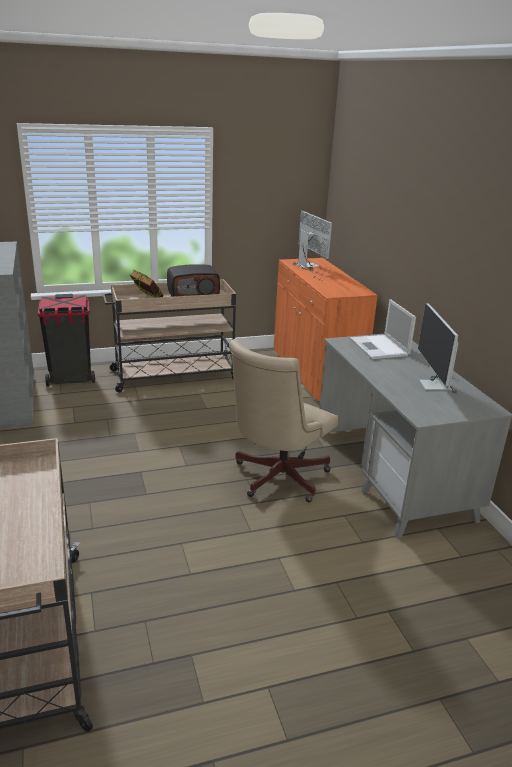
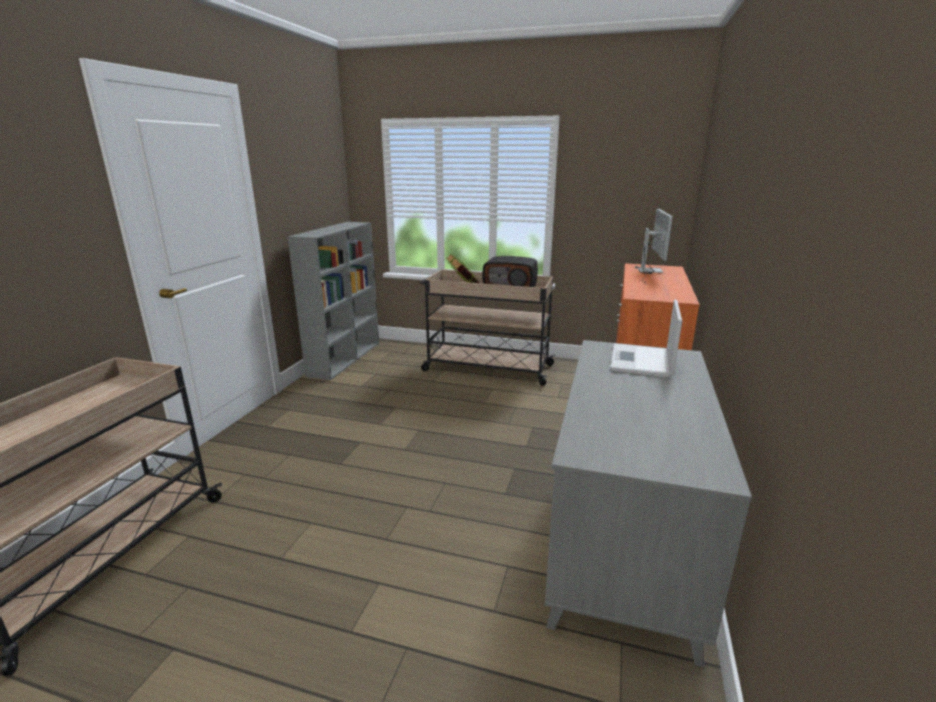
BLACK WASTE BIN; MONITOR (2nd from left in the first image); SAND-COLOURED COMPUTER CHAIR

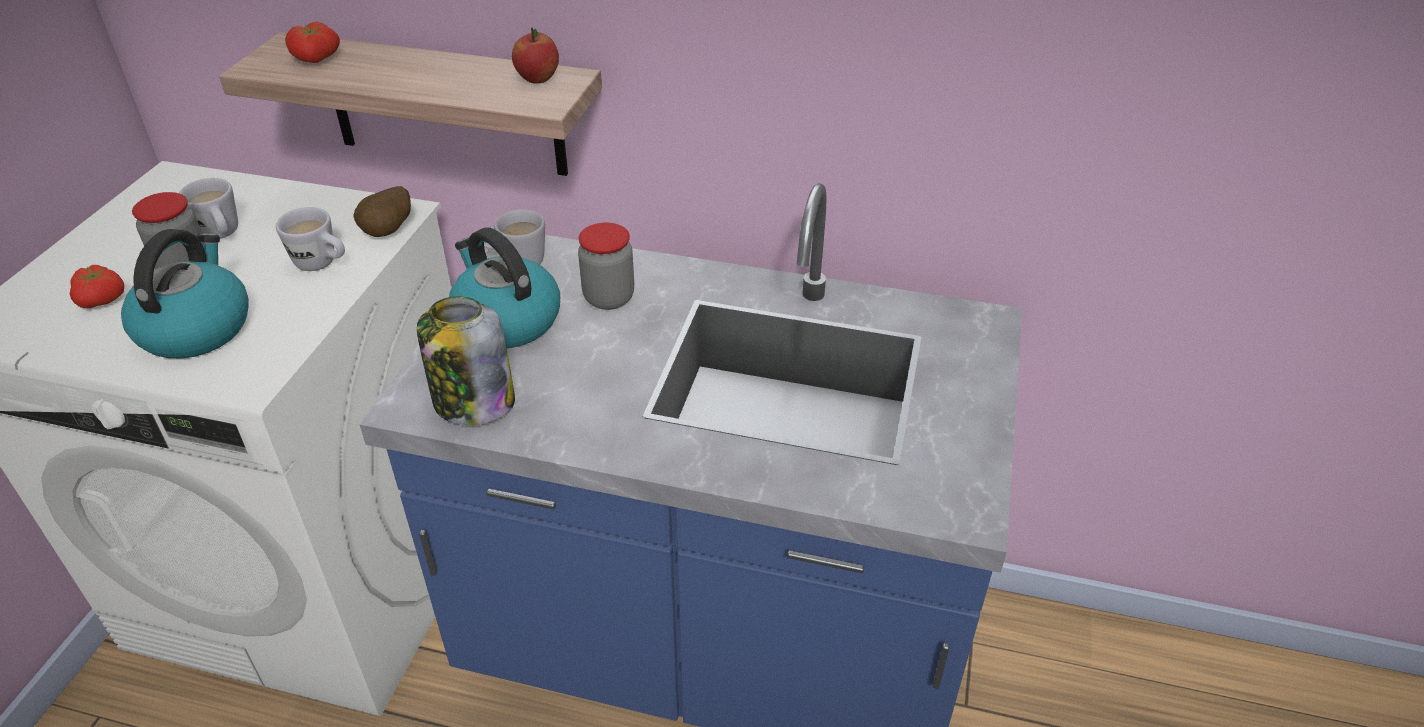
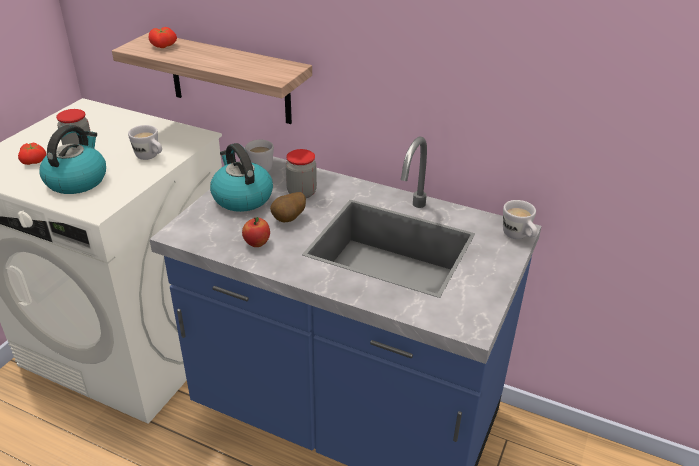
APPLE FRUIT; WHITE TEA MUG (3rd from left); SPUD; STORAGE JAR (2nd from left in the first image)

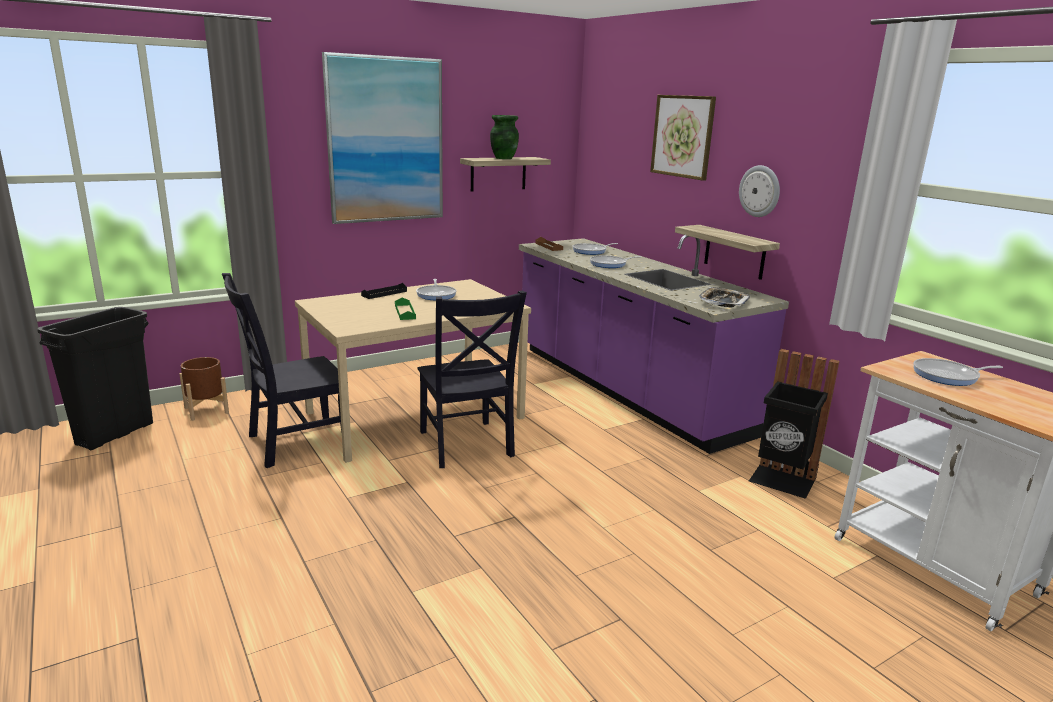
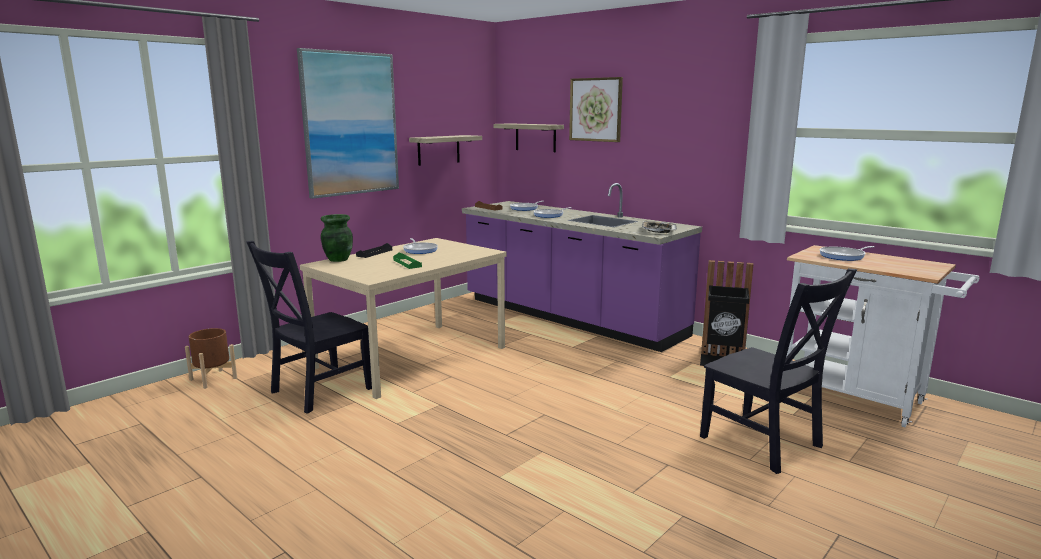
GREEN FLOWER VASE; HANGING CLOCK; SHELF (2nd from left); BLACK PLAIN CHAIR (2nd from left); BLACK WASTE BIN (1st from left in the first image)

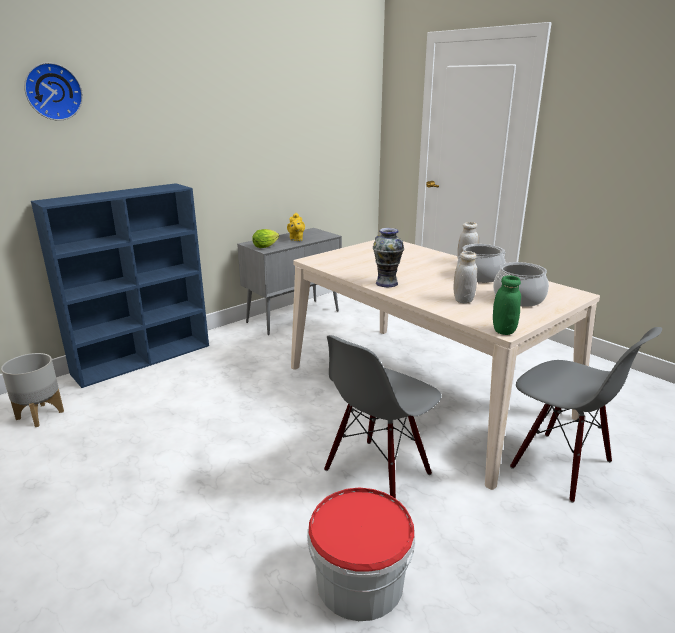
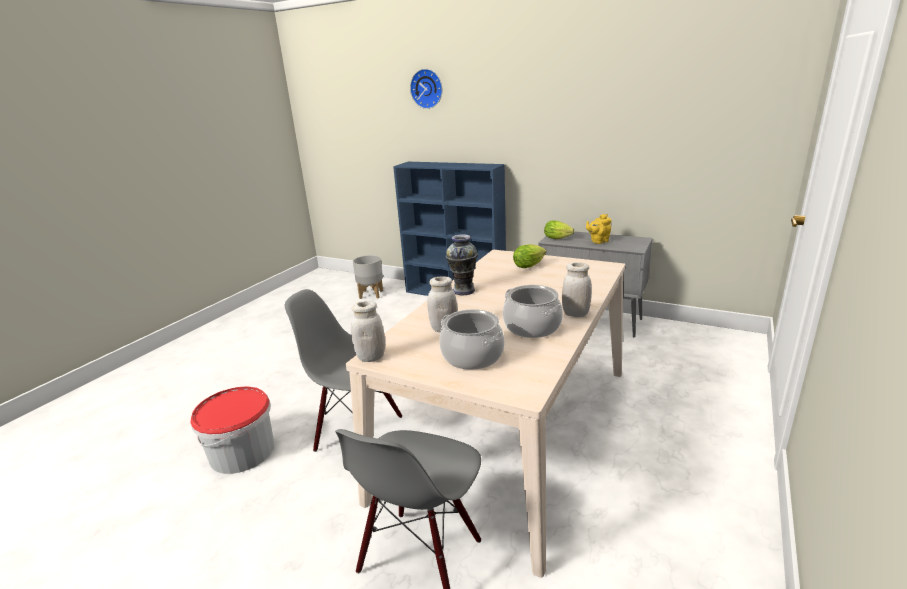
WHITE STORAGE JAR (1st from left); HEAD OF LETTUCE (1st from left)

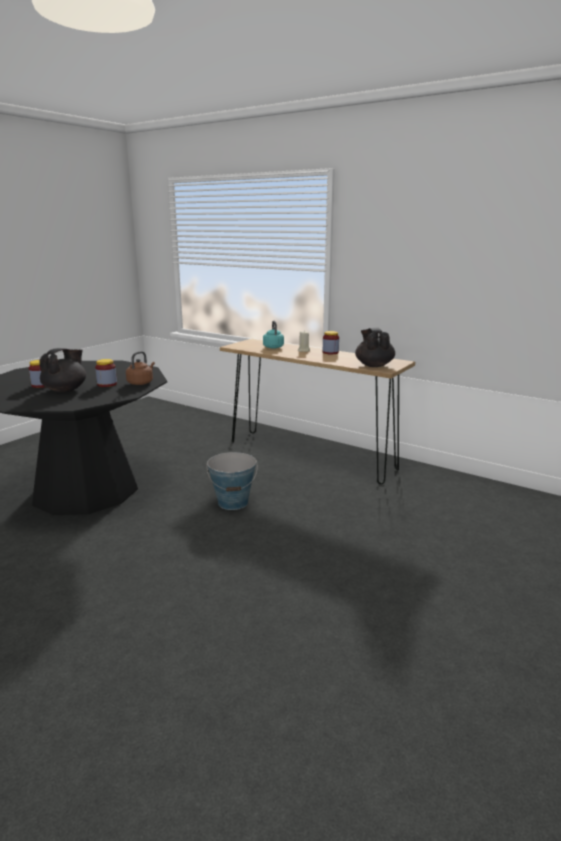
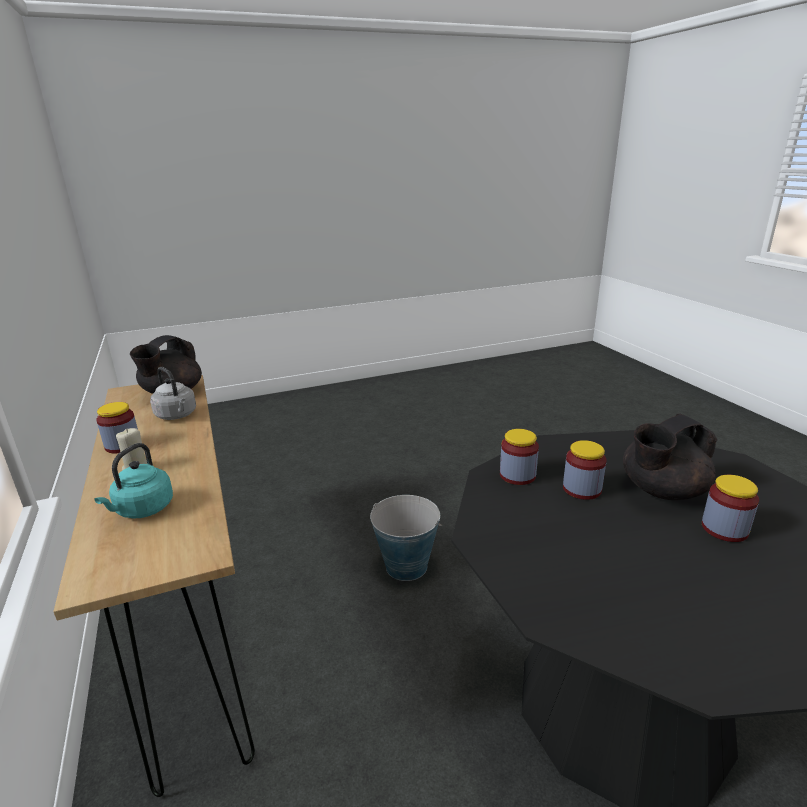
STORAGE JAR (2nd from left); GRAY TEA KETTLE

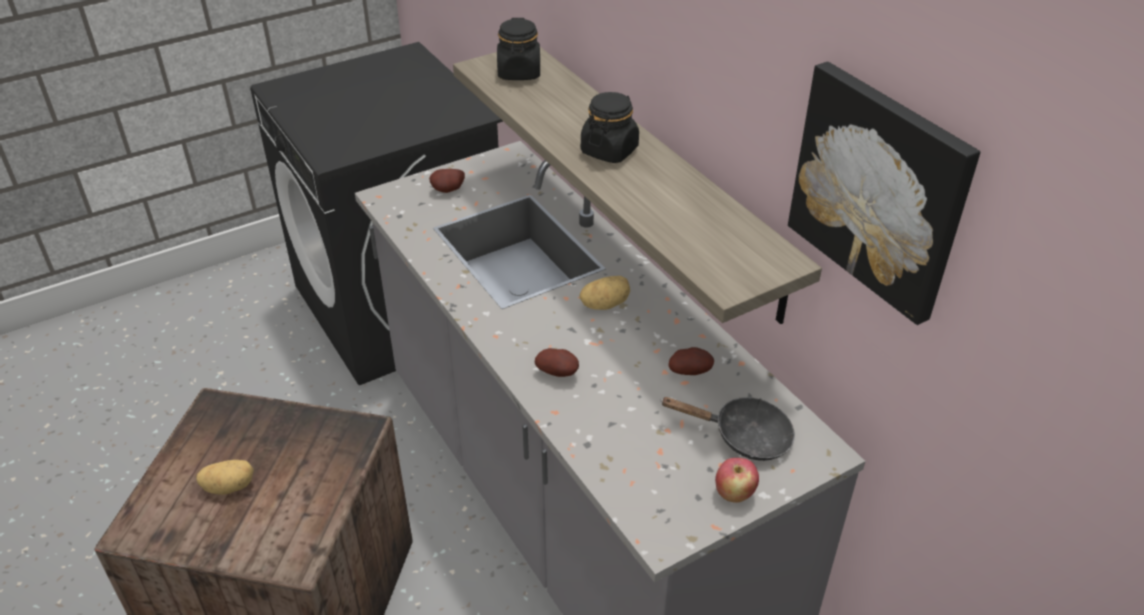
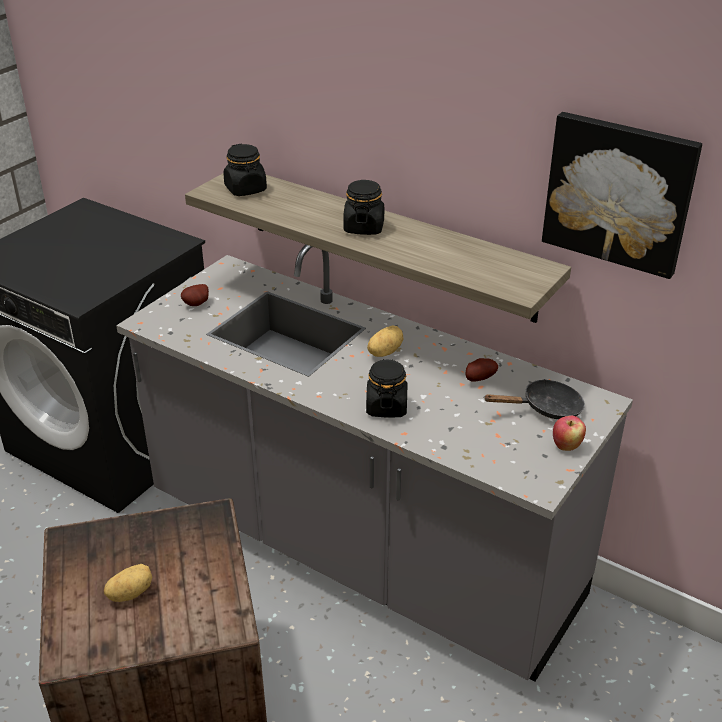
BLACK STORAGE JAR (3rd from left)

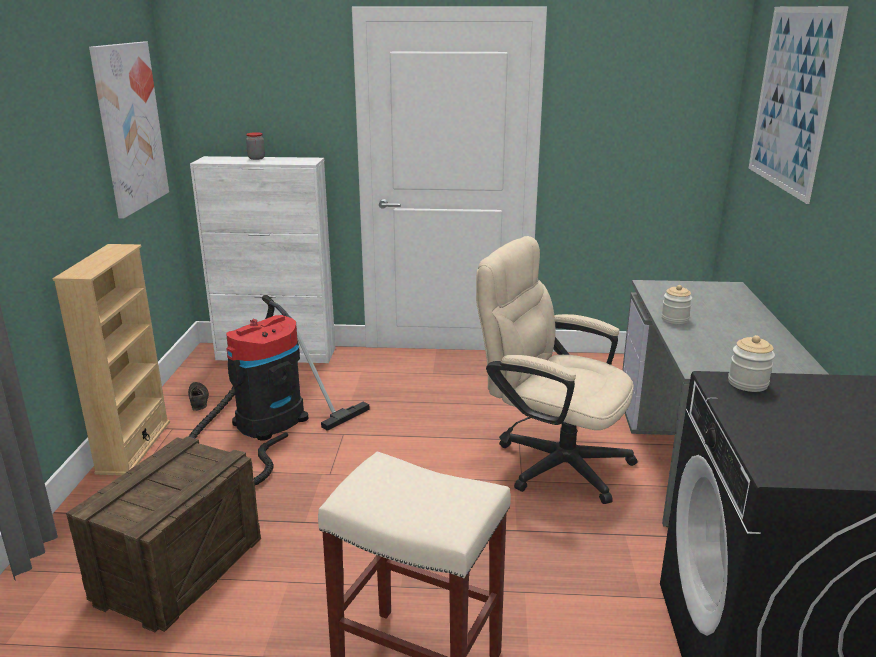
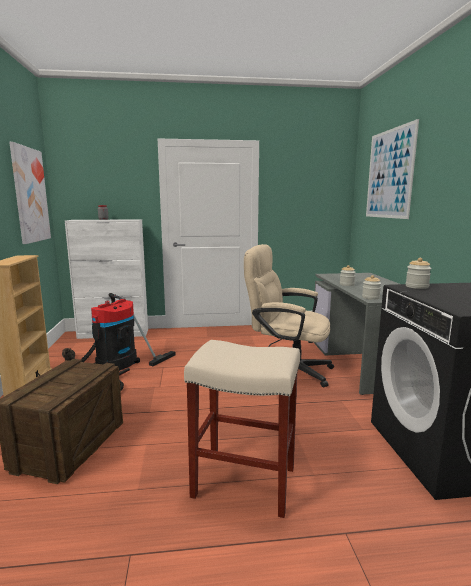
STORAGE JAR (3rd from left)

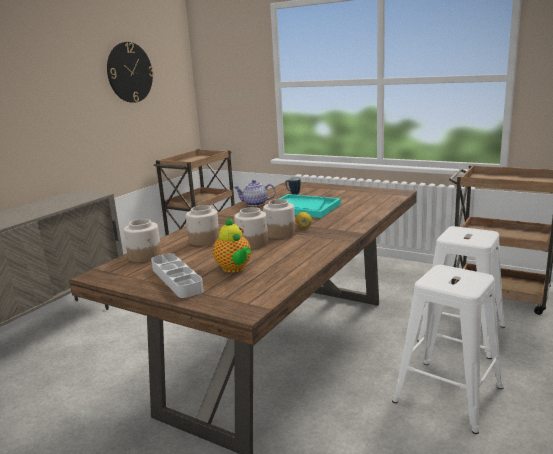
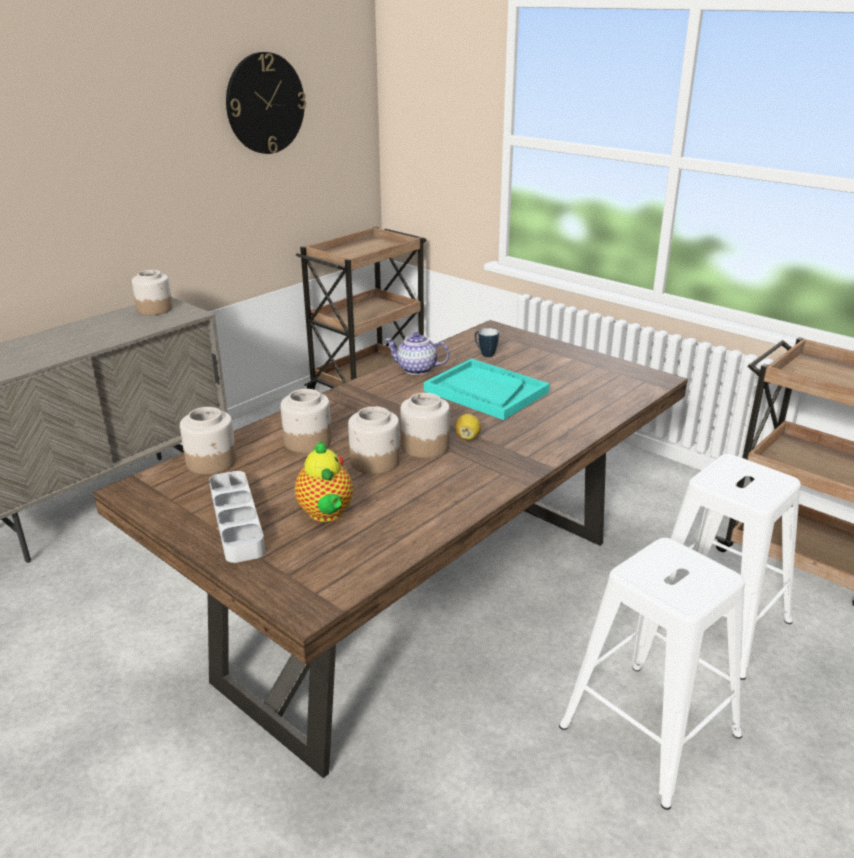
STORAGE JAR (1st from left)

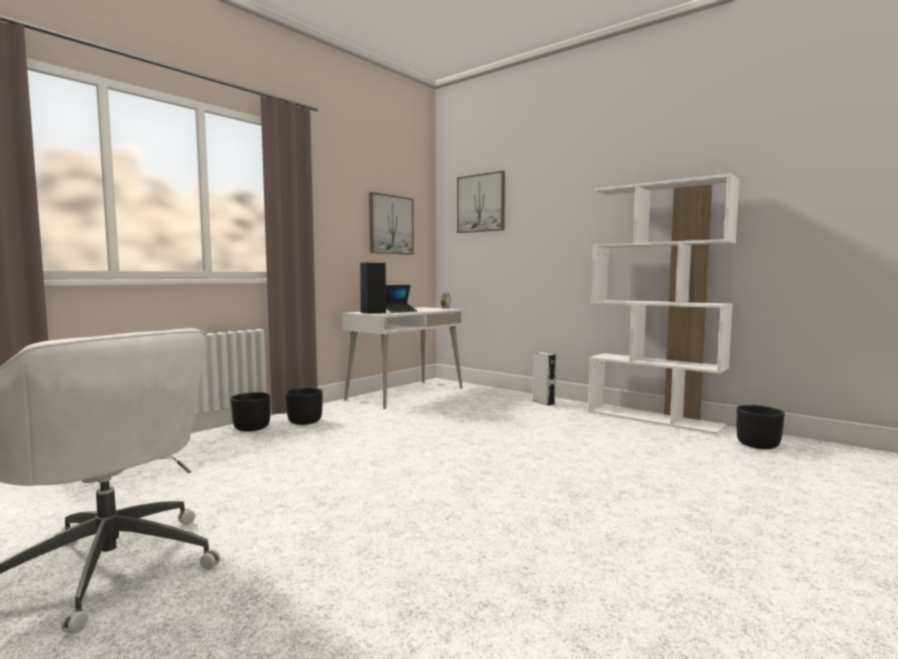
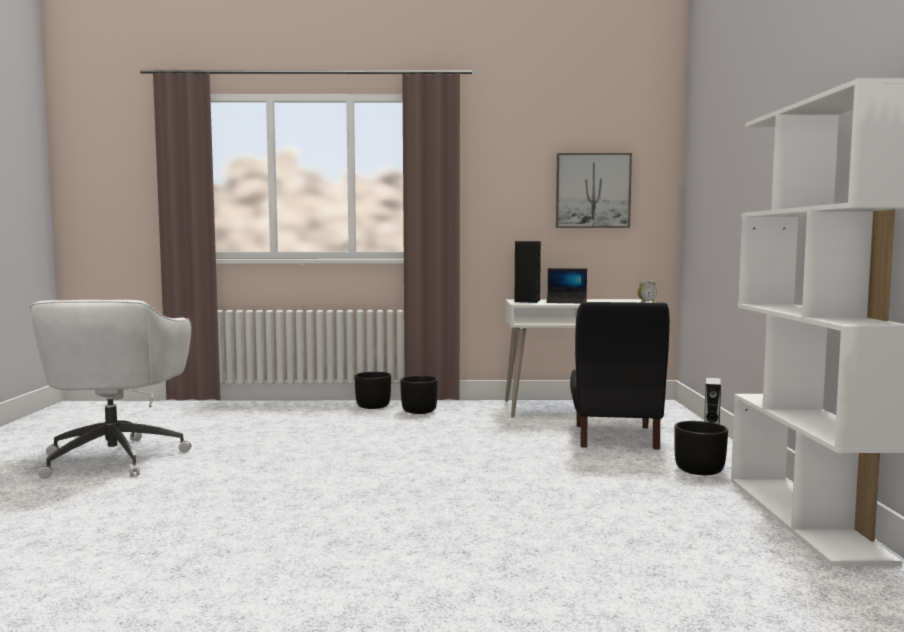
WALL ART (2nd from left in the first image); BLACK PLANTER (3rd from left); BLACK PLAIN CHAIR

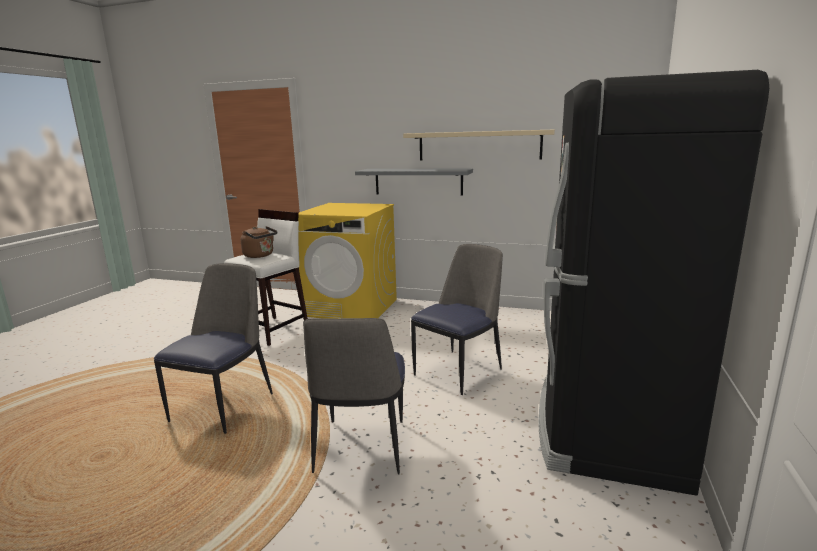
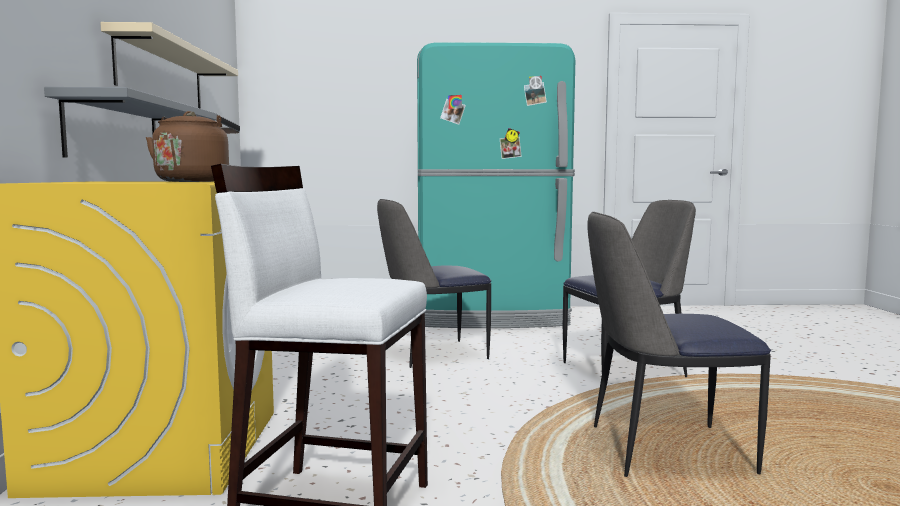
TURQUOISE FRIDGE; BROWN TEA KETTLE; PLAIN CHAIR (1st from left)

